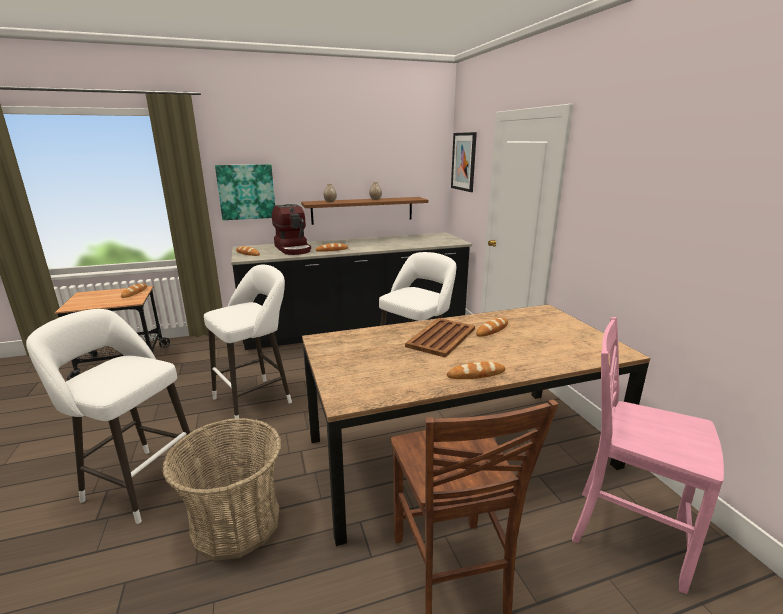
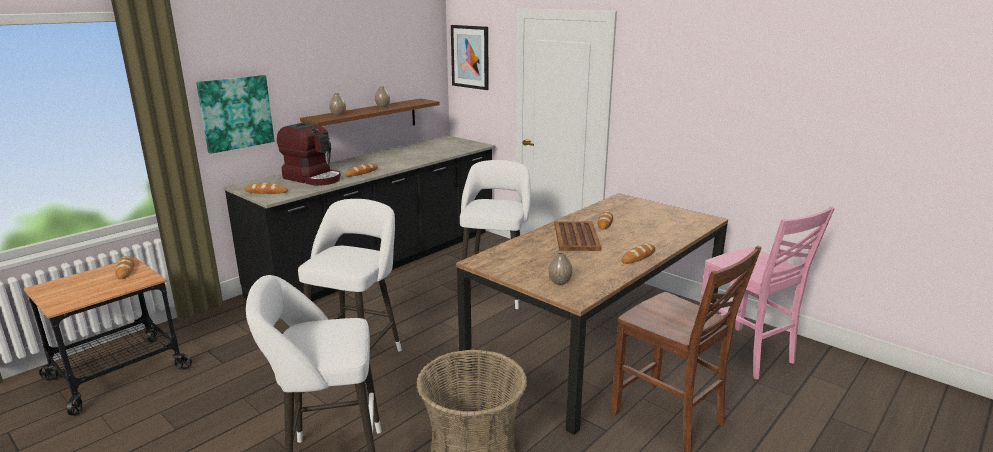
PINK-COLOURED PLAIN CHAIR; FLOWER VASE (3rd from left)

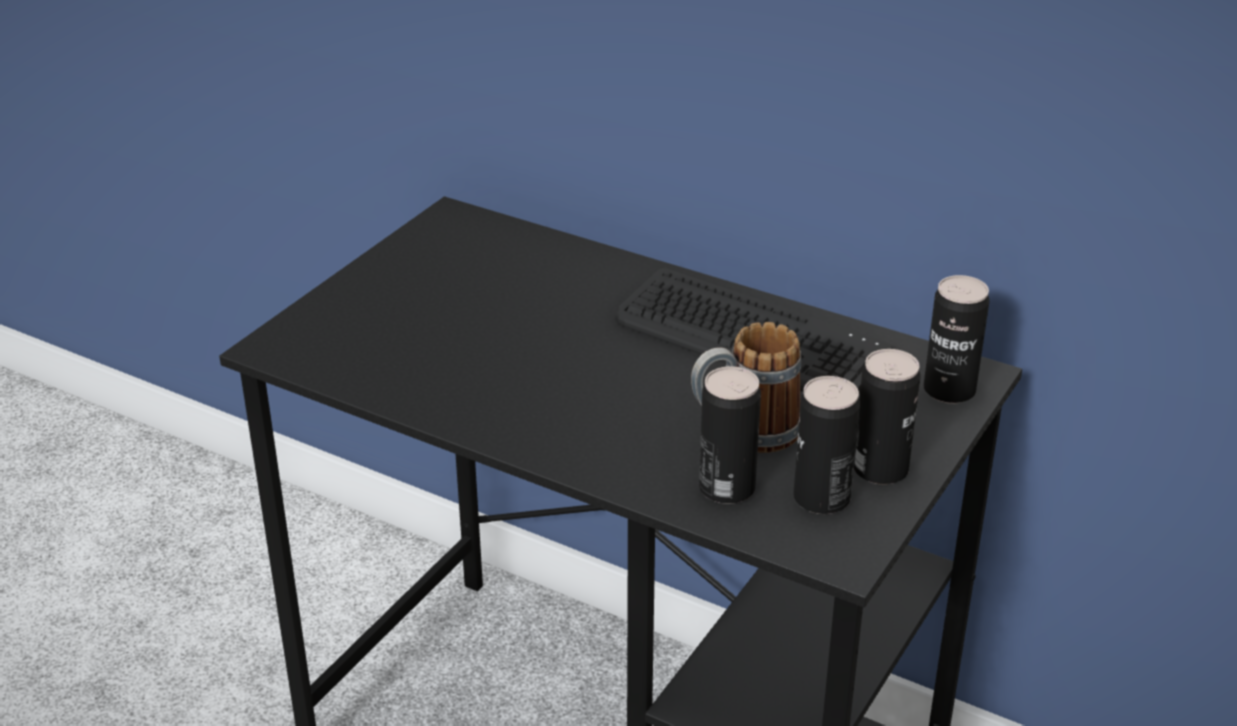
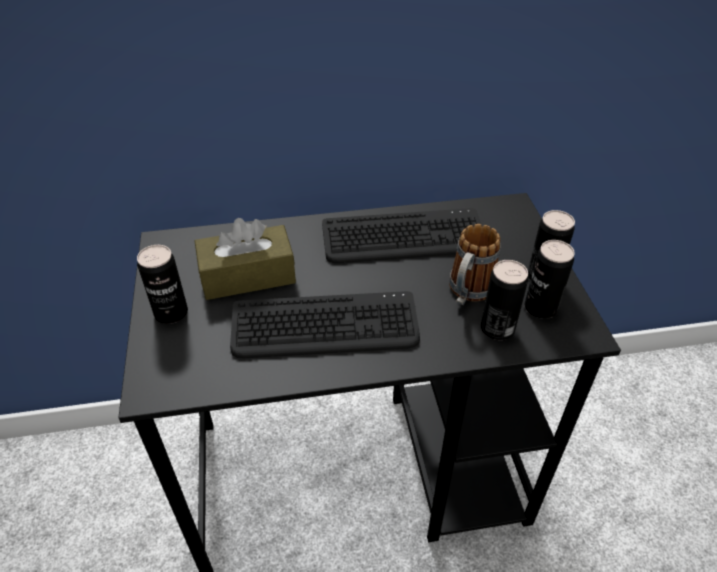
SEALED CAN (1st from left); BROWN TISSUE HOLDER; COMPUTER KEYBOARD (1st from left)

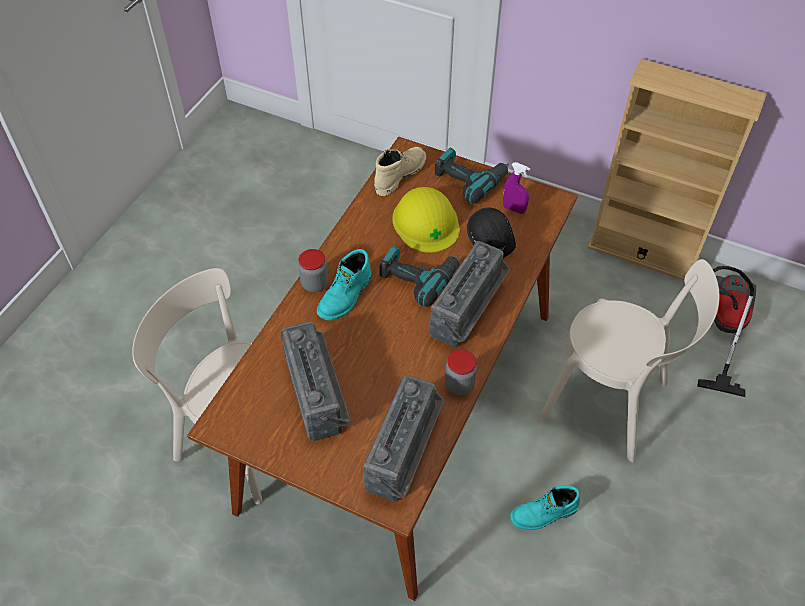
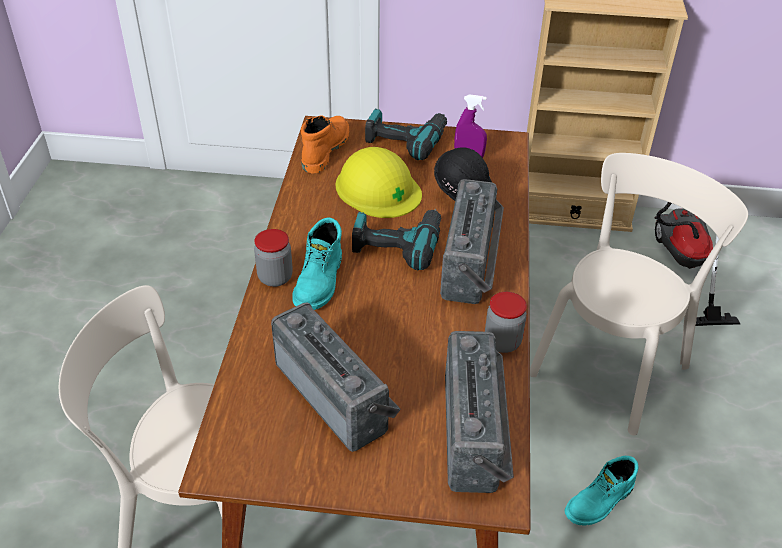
ORANGE BOOT; SAND-COLOURED PLAIN CHAIR (2nd from left)

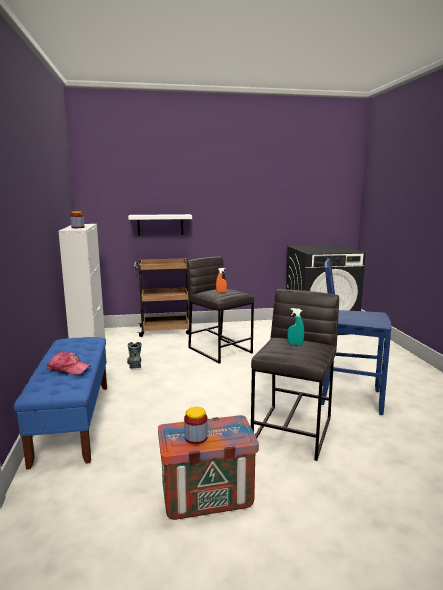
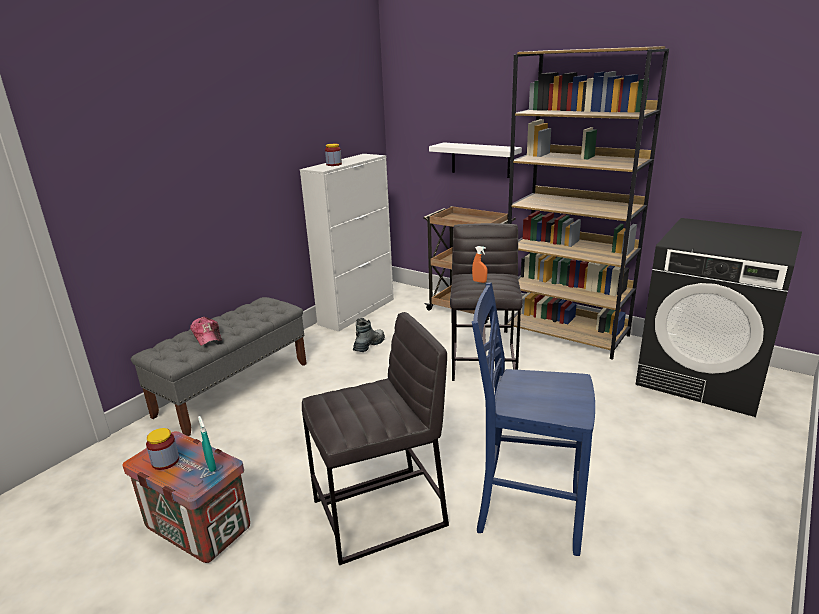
BLUE-COLOURED PLAIN CHAIR; TURQUOISE SPRAY BOTTLE; GRAY LONG SEAT; BROWN SHELVING UNIT

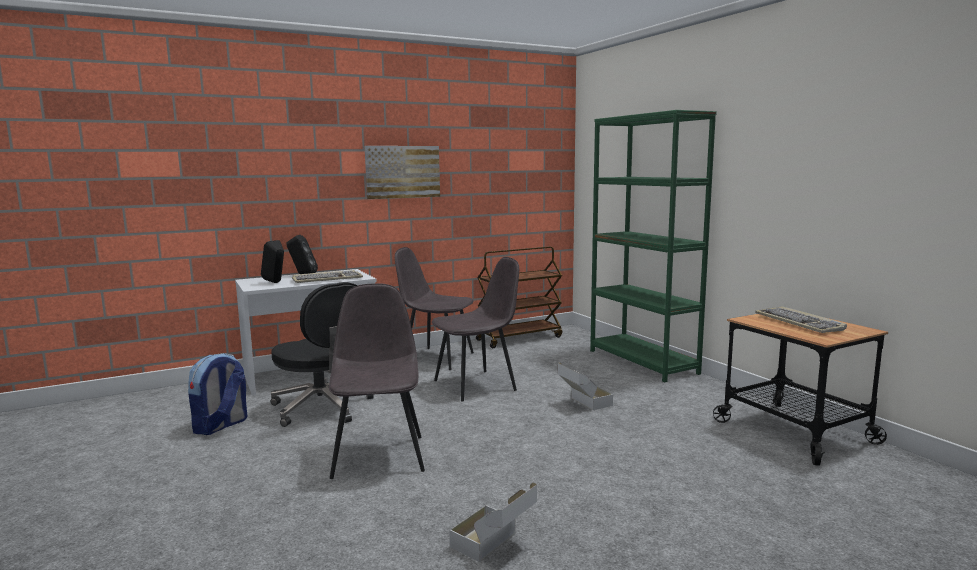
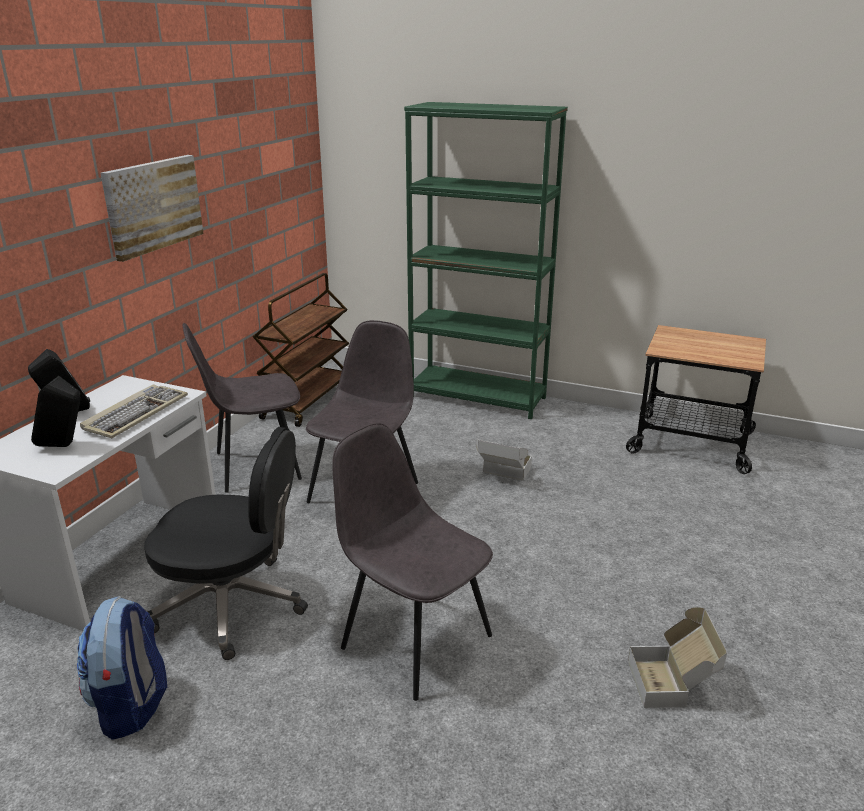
COMPUTER KEYBOARD (2nd from left in the first image)

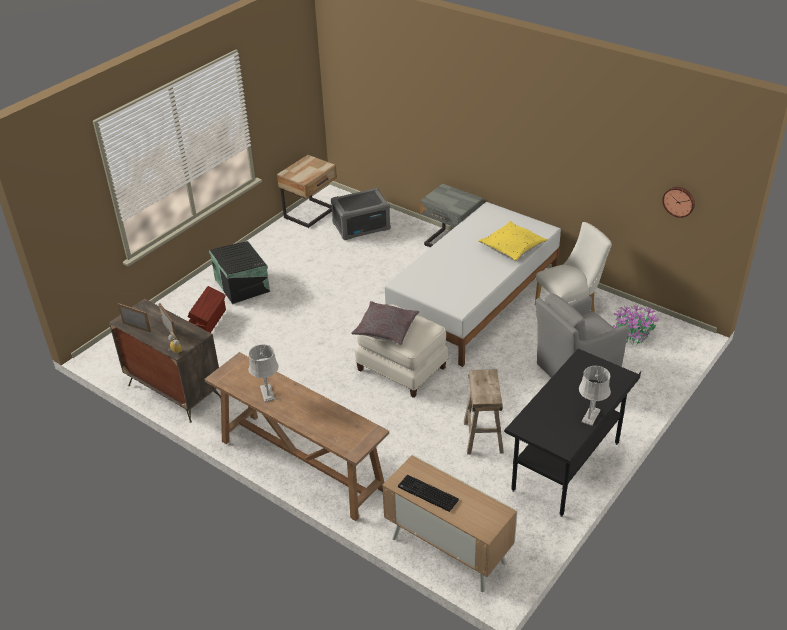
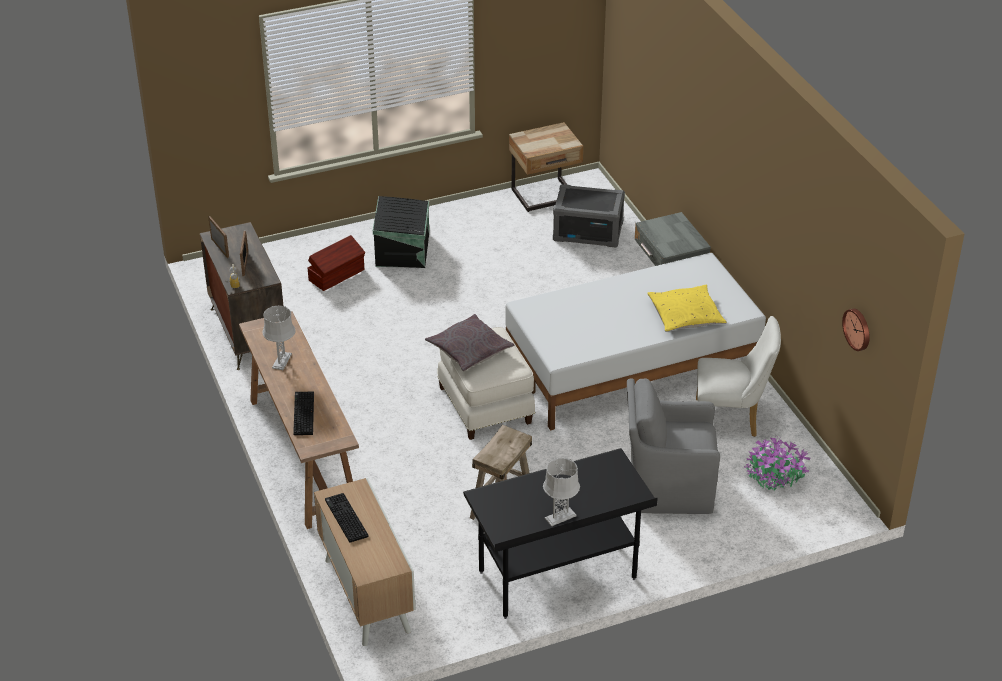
COMPUTER KEYBOARD (1st from left)

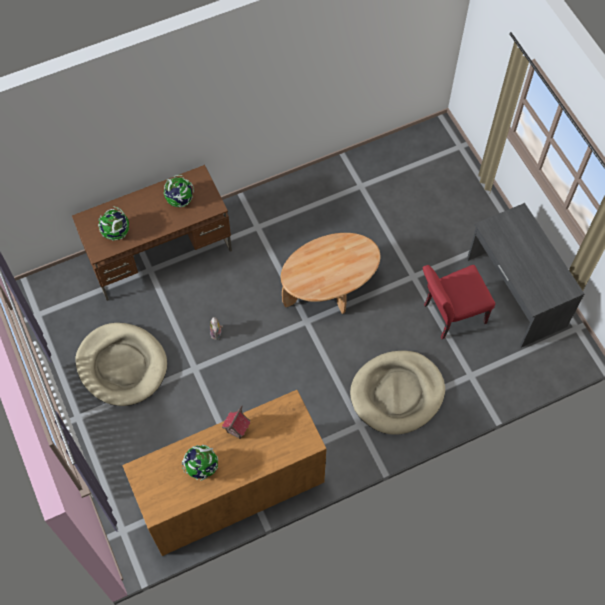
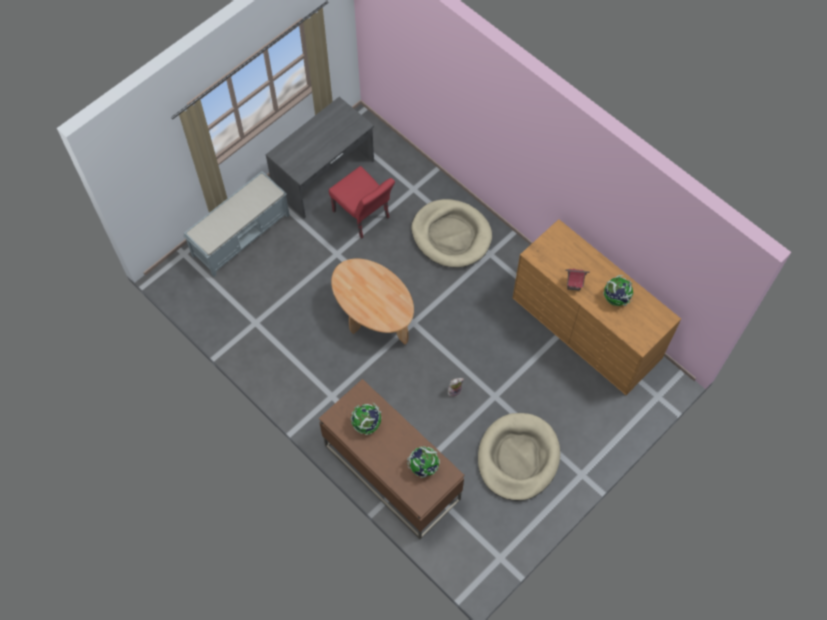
GRAY LONG SEAT

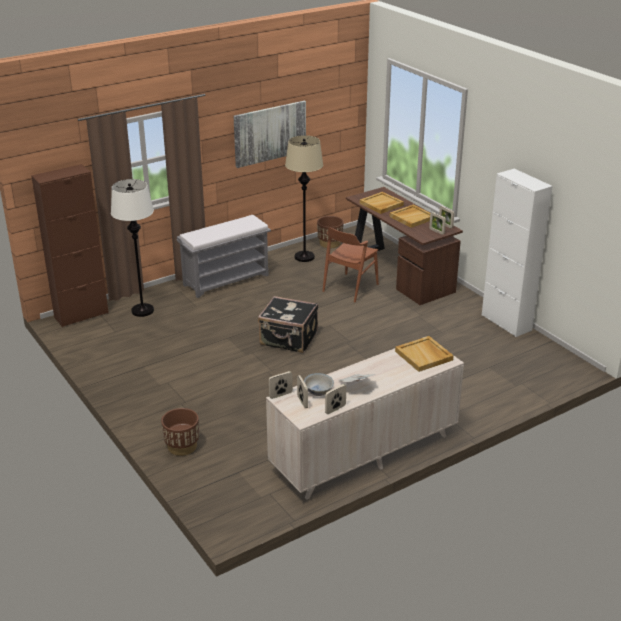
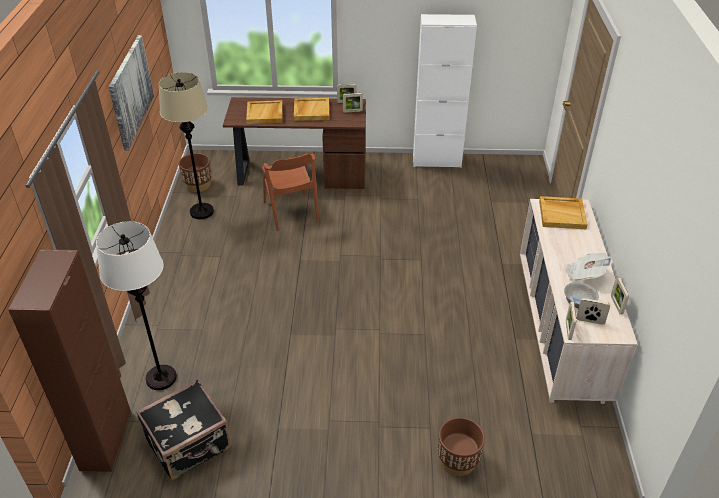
GRAY LONG SEAT; BLACK SUITCASE

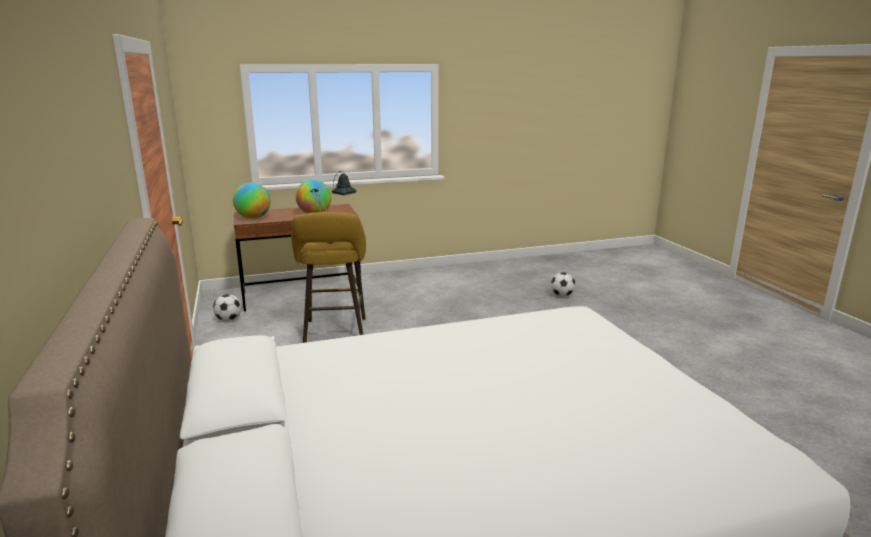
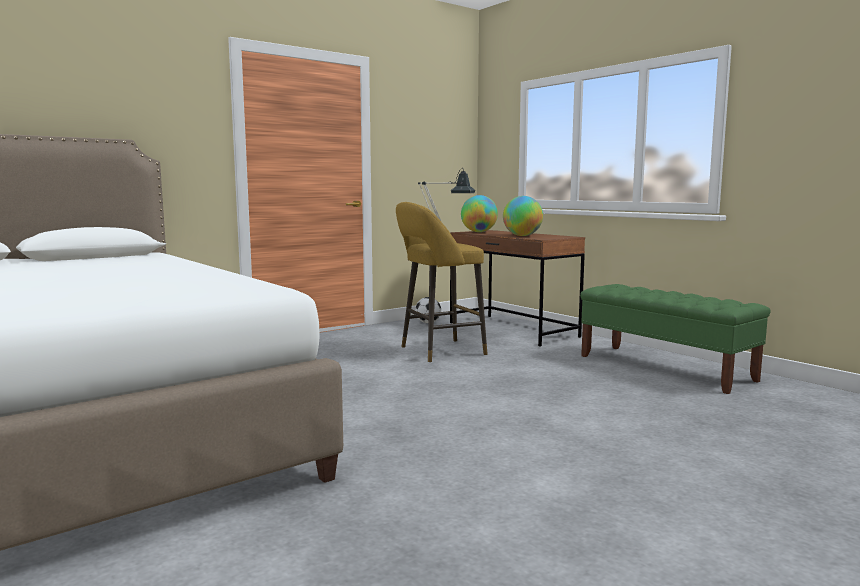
FOOTBALL BALL (2nd from left in the first image); GREEN LONG SEAT

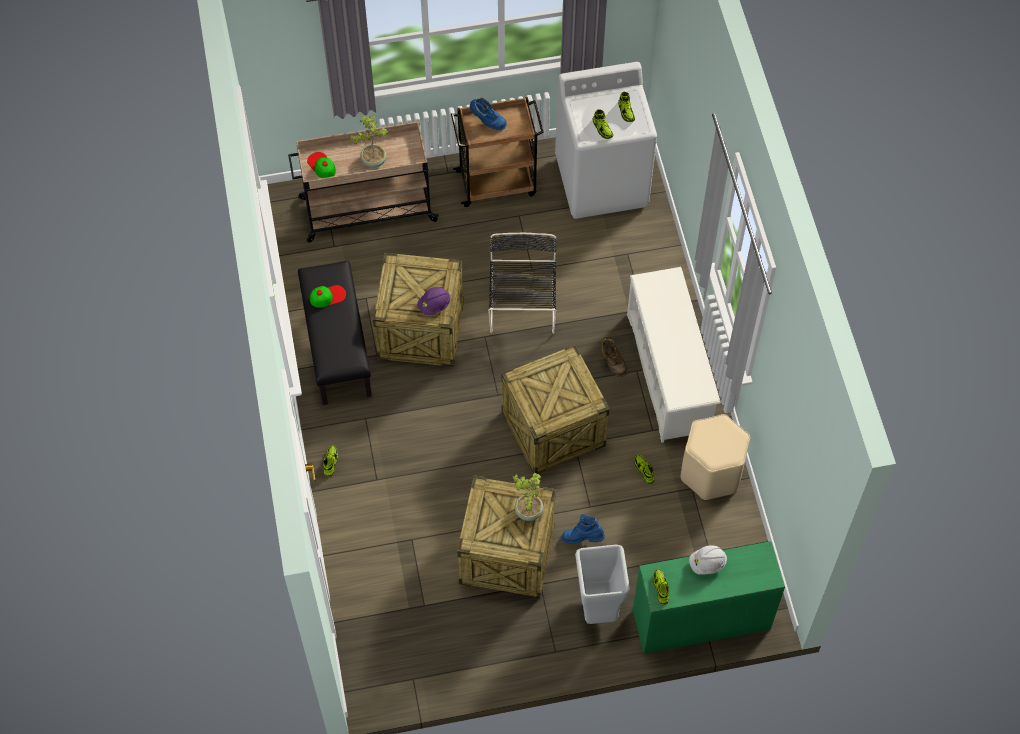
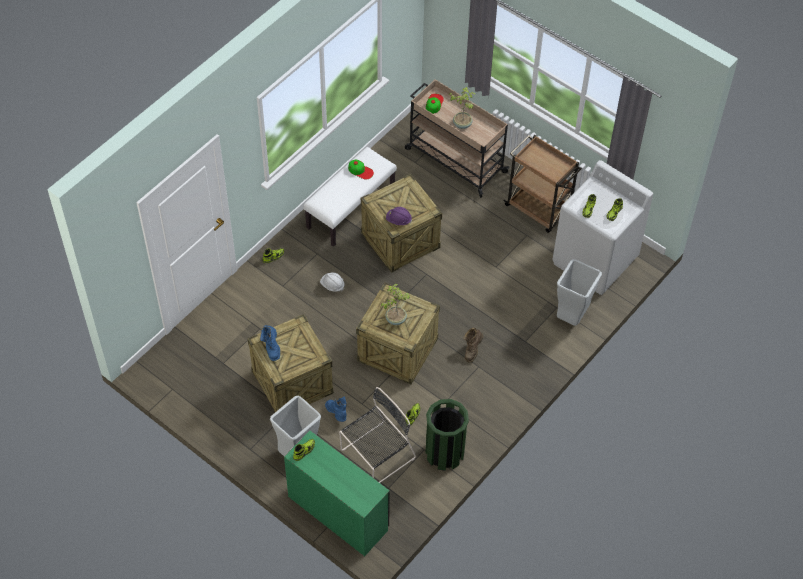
BLUE-COLOURED BOOT (1st from left); BLACK PLAIN CHAIR; WHITE LONG SEAT; WHITE SHOE STAND; GREEN WASTE BIN; HOUSEPLANT (1st from left); WHITE SAFETY HELMET; GRAY WASTE BIN (2nd from left)

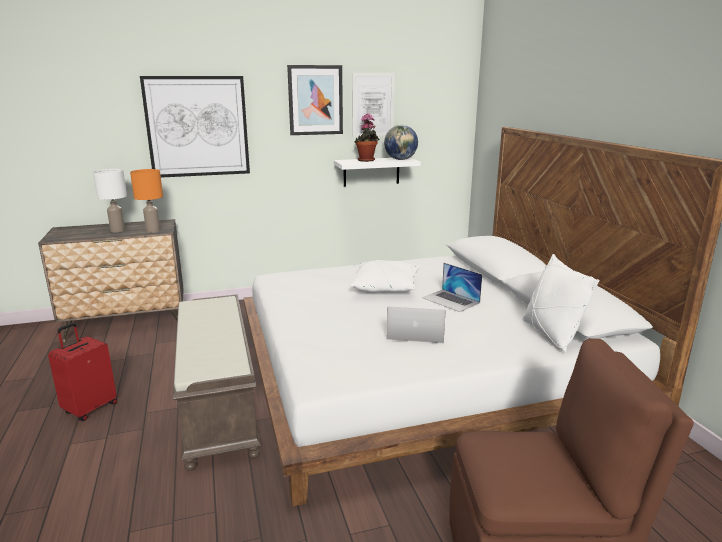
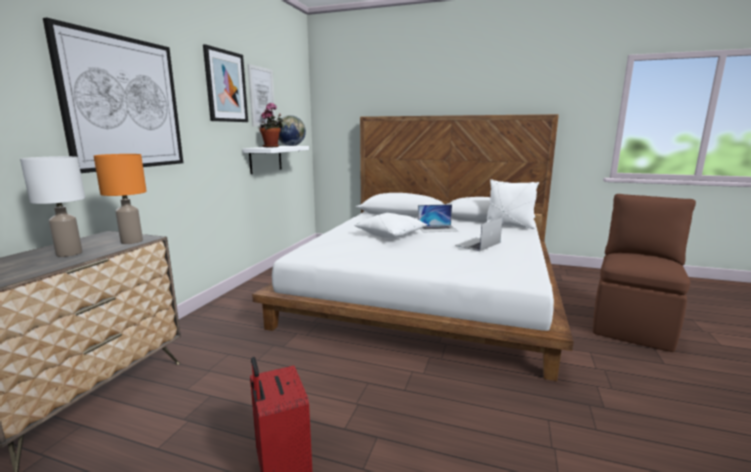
BROWN LONG SEAT

